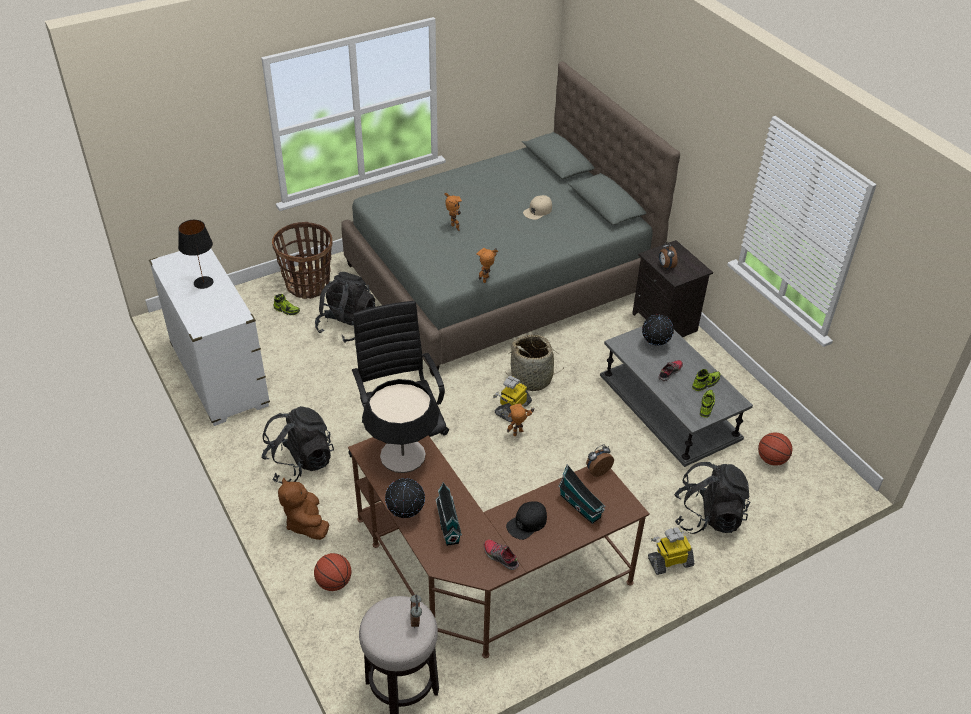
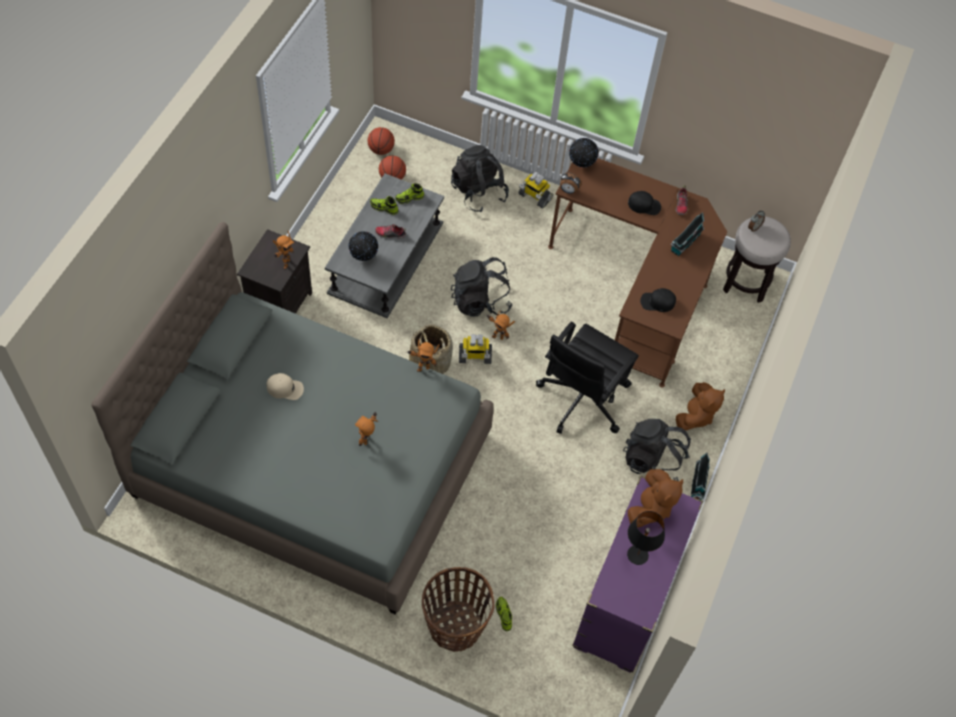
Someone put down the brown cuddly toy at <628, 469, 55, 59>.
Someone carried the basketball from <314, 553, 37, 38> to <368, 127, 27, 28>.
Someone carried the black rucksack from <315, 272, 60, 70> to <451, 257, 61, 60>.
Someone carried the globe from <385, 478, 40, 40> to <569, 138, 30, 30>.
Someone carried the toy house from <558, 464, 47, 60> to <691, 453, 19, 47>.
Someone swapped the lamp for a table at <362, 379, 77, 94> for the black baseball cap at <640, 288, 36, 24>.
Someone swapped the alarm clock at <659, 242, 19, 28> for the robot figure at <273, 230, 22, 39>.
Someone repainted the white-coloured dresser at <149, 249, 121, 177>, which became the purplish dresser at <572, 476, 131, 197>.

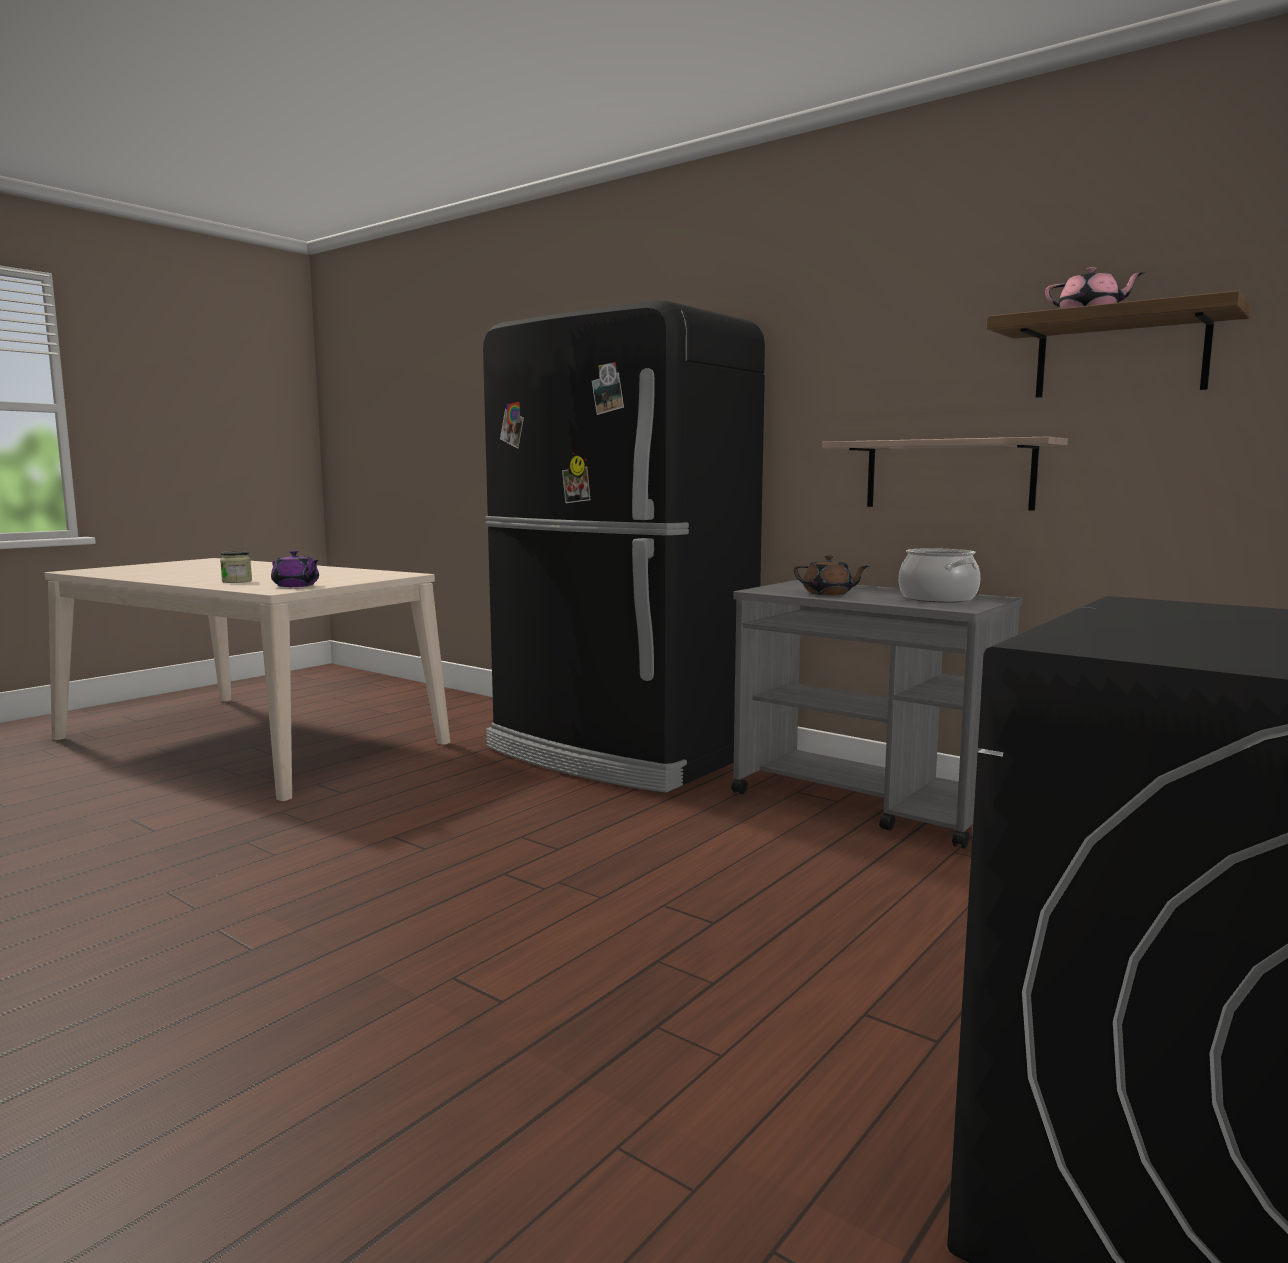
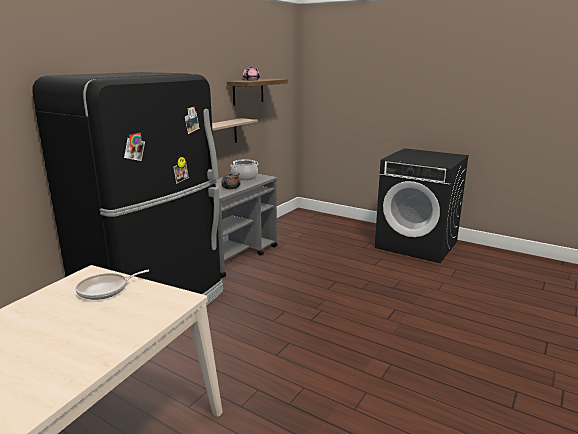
Someone took away the storage jar at <220, 551, 32, 32>.
Someone took away the purplish tea pot at <271, 550, 48, 37>.
Someone put down the frying pan at <75, 270, 74, 30>.

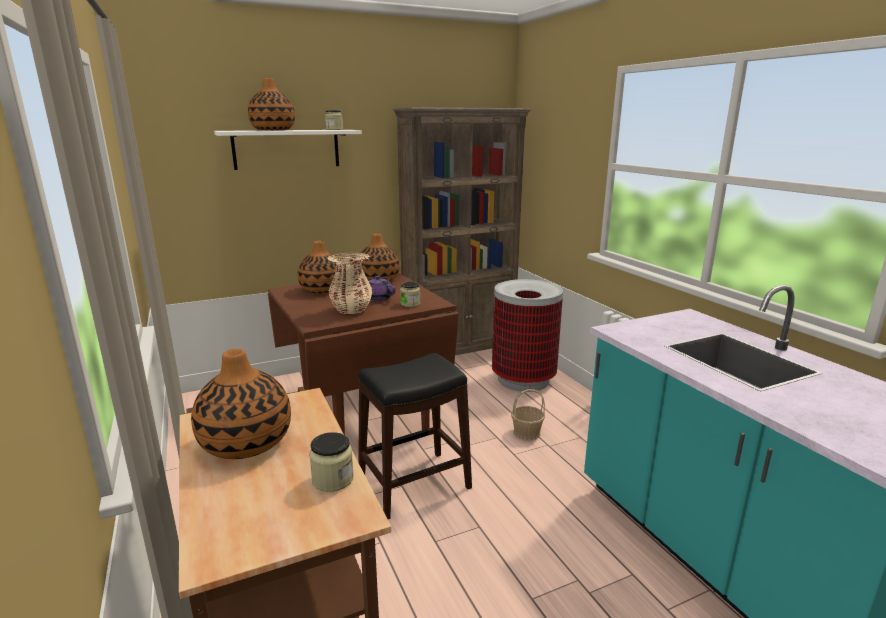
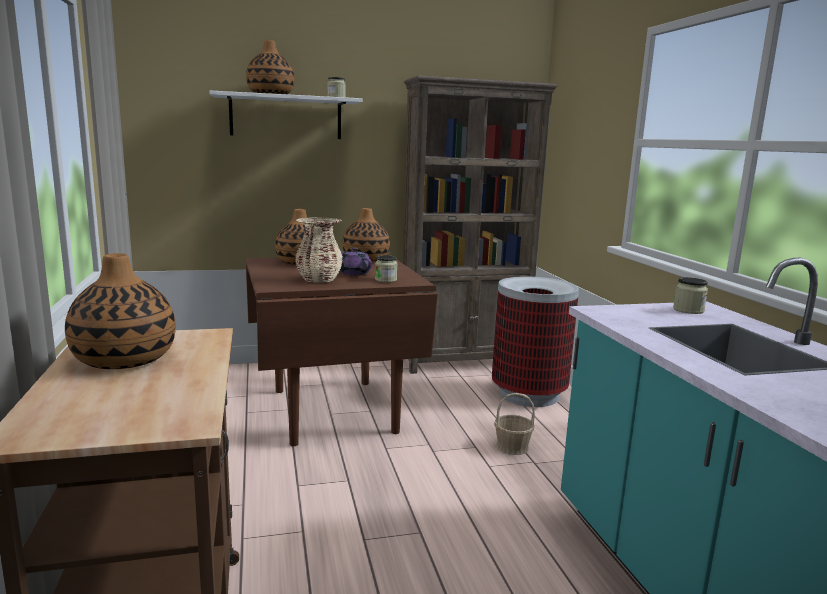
Someone took away the black stool seat at <358, 353, 114, 166>.
Someone carried the storage jar from <309, 432, 45, 60> to <673, 277, 35, 37>.

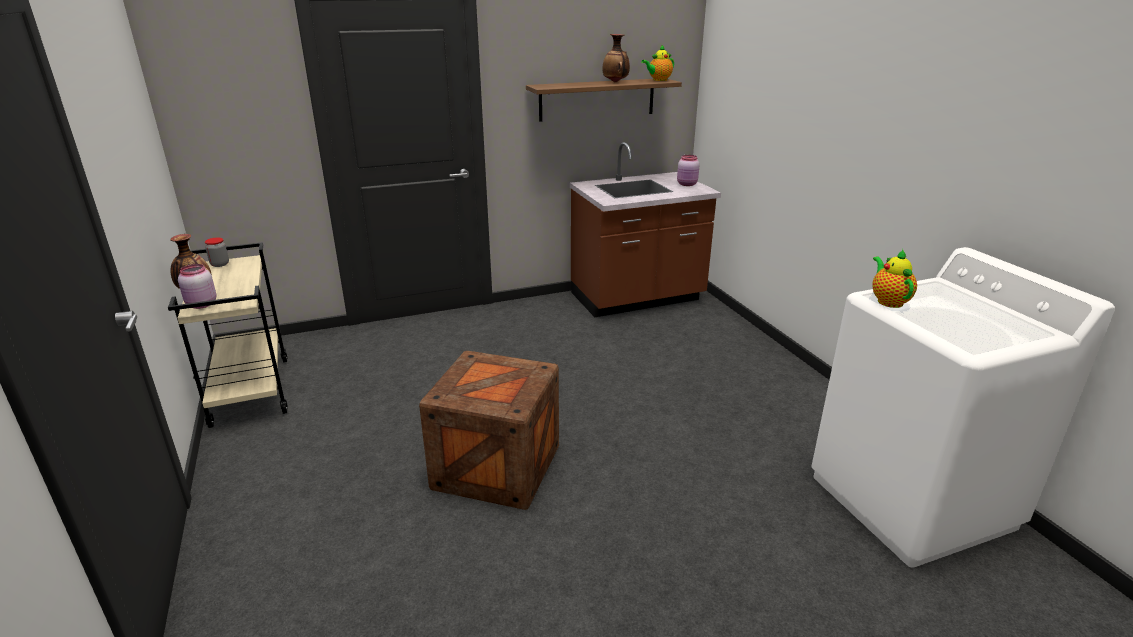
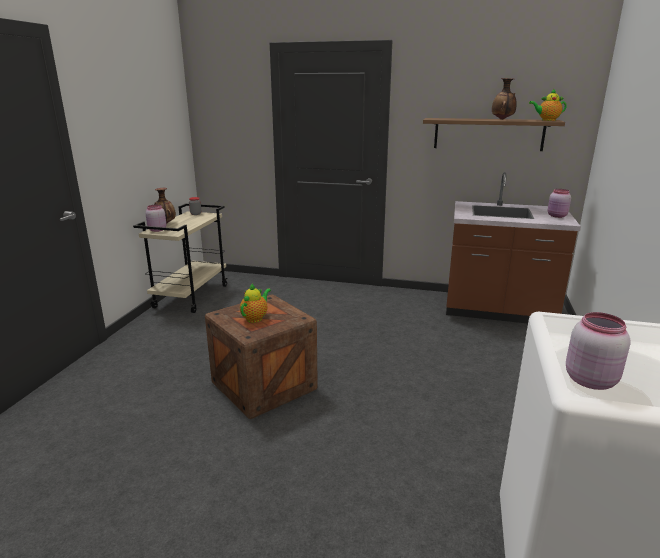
Someone put down the pink storage jar at <566, 312, 65, 78>.
Someone carried the tea pot from <872, 249, 45, 59> to <240, 283, 31, 40>.

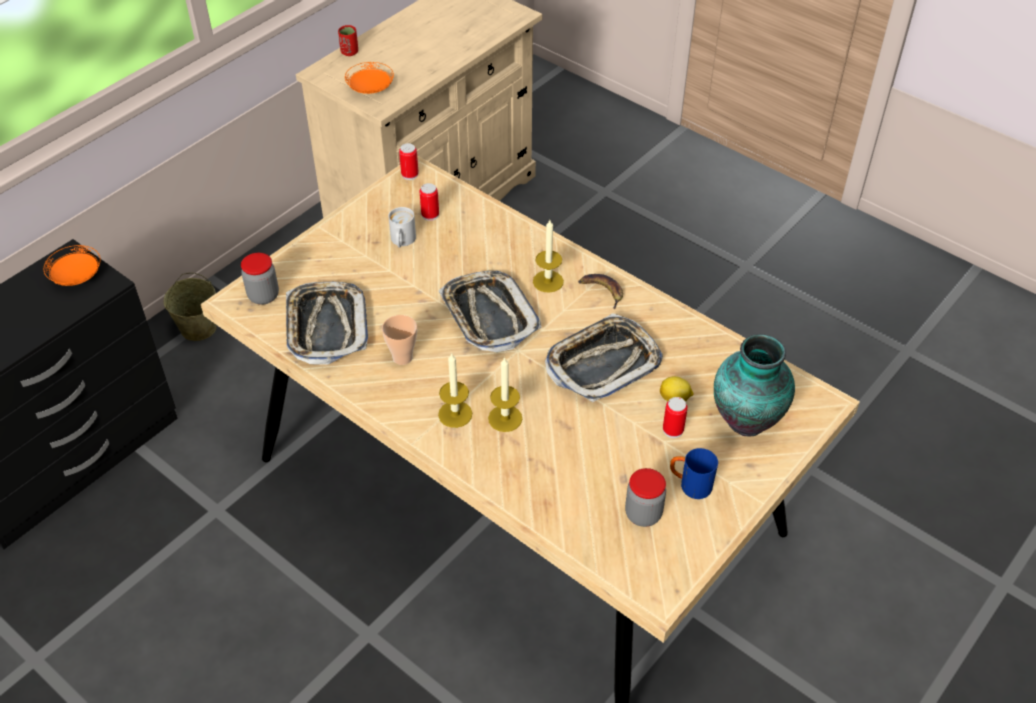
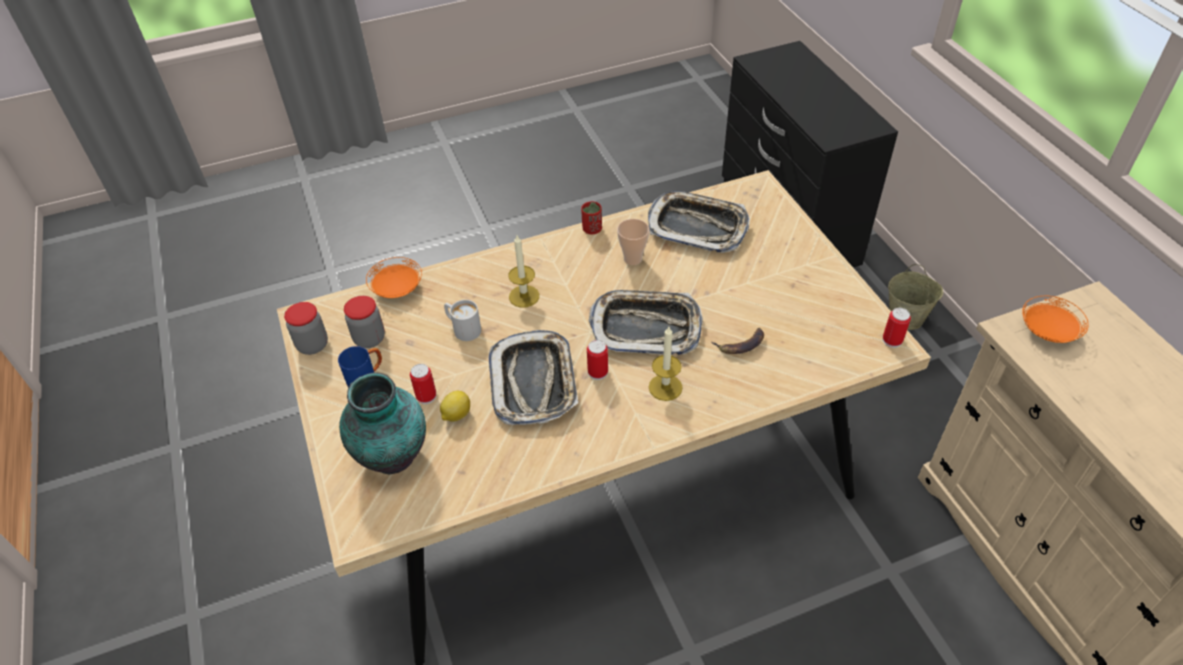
Someone took away the wax candle at <438, 352, 34, 76>.
Someone carried the orange-coloured flat dish from <44, 245, 57, 41> to <366, 257, 56, 41>.
Someone carried the storage jar from <241, 253, 38, 52> to <284, 302, 44, 53>.
Someone carried the red drinking cup from <338, 25, 20, 31> to <581, 201, 21, 33>.
Someone carried the white-coloured coffee mug from <388, 207, 28, 41> to <444, 300, 37, 41>.
Someone carried the sealed can from <420, 183, 19, 38> to <587, 340, 21, 40>.
Someone carried the banana from <578, 274, 45, 35> to <712, 328, 52, 26>.

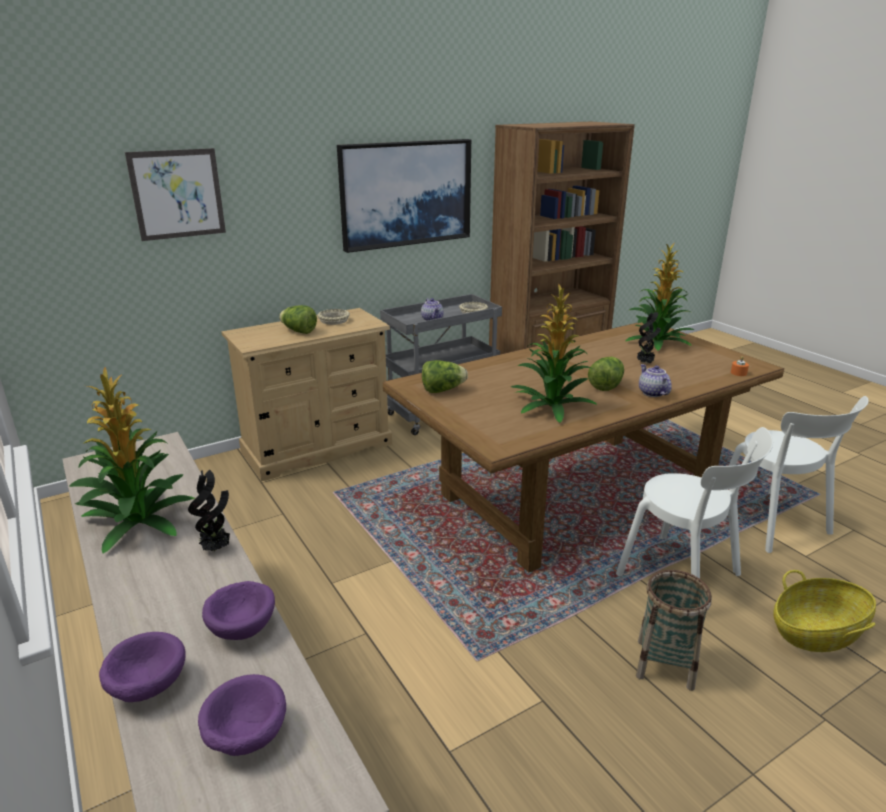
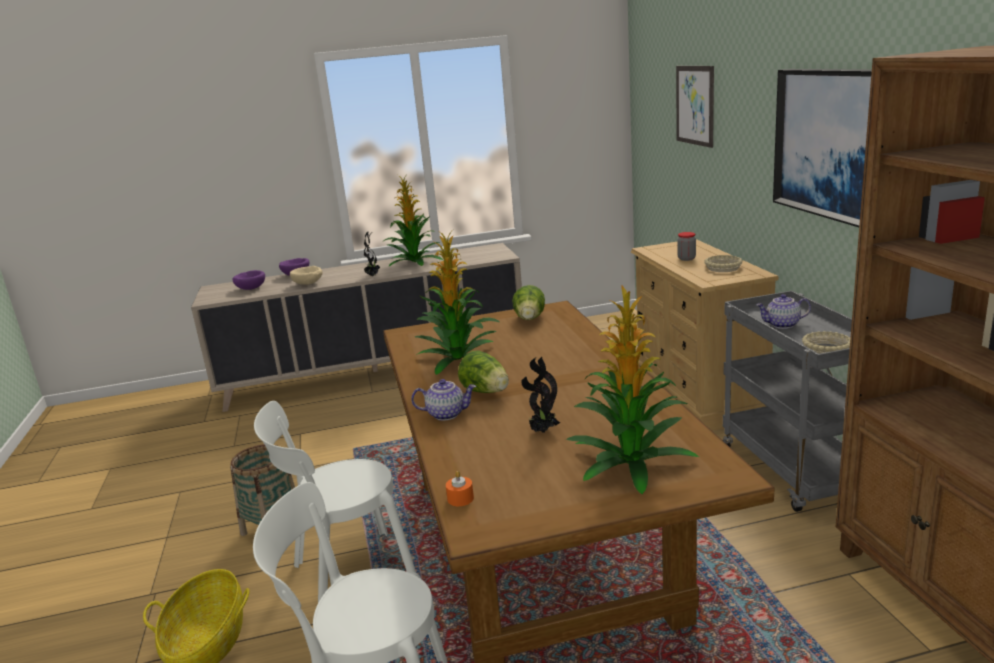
Someone swapped the lettuce at <279, 305, 38, 29> for the storage jar at <677, 232, 19, 29>.
Someone repainted the purplish deep dish at <202, 581, 73, 59>, which became the sand-coloured deep dish at <290, 266, 32, 19>.

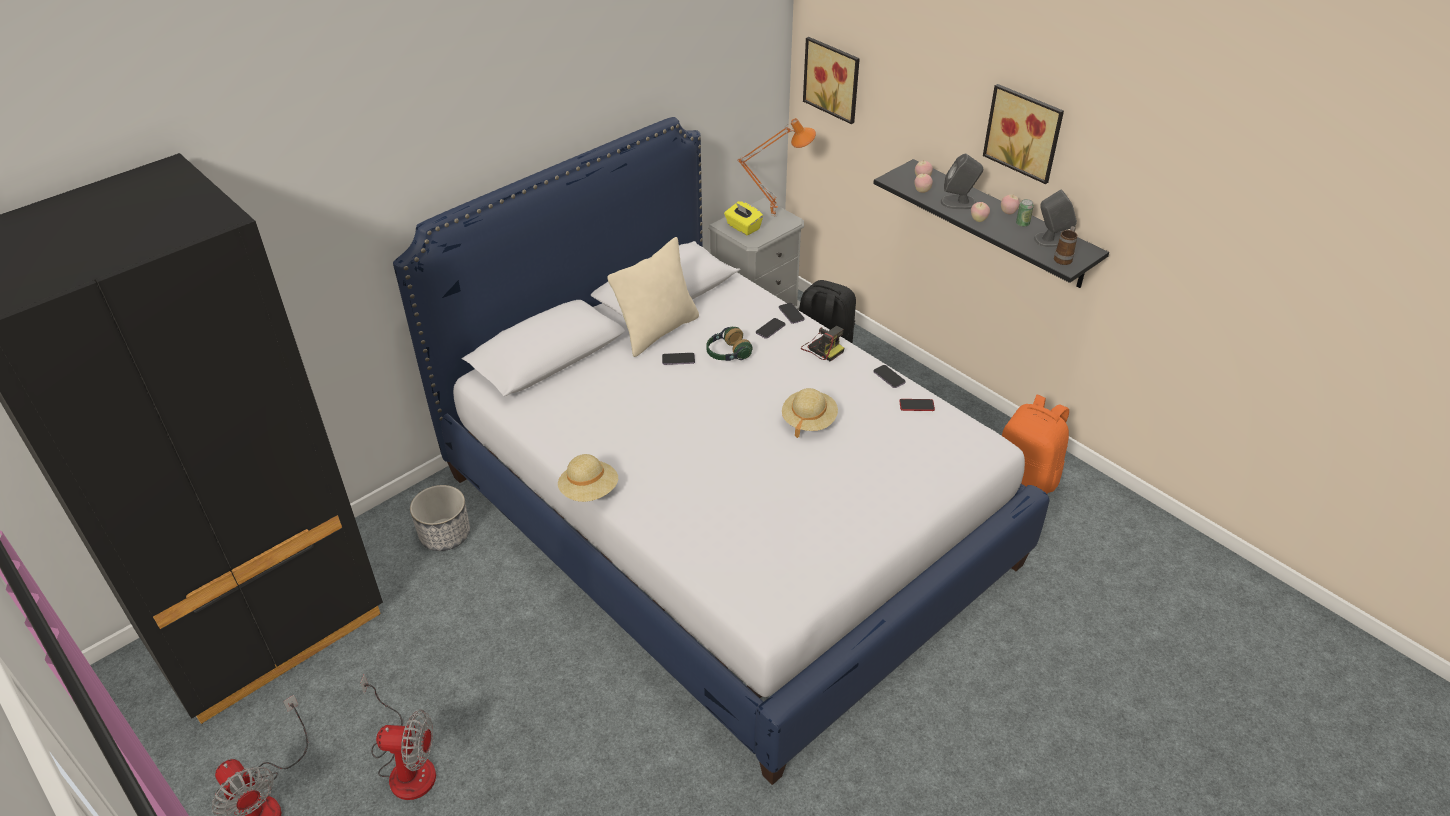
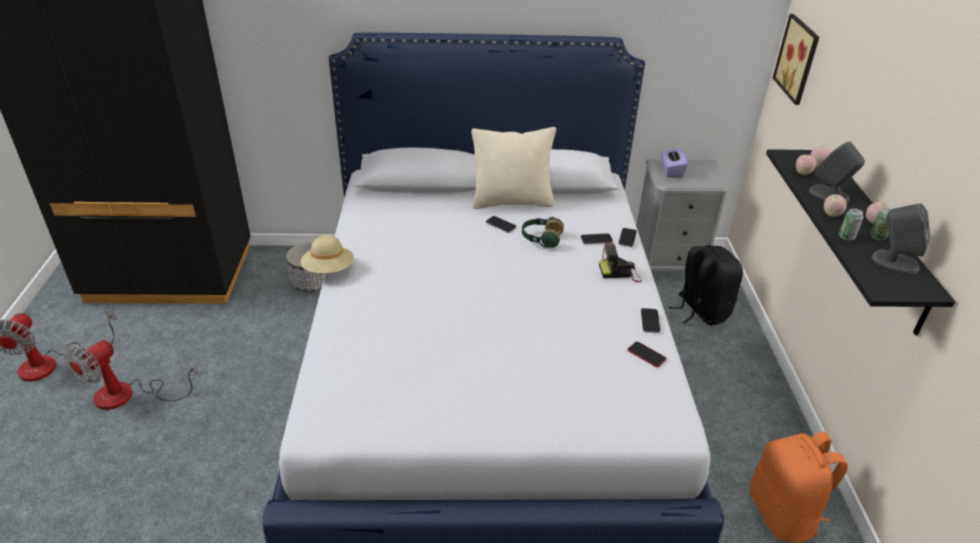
Someone took away the orange-coloured lamp for a table at <738, 118, 78, 98>.
Someone took away the sand-coloured clothing hat at <782, 388, 56, 50>.
Someone took away the wall art at <983, 84, 81, 100>.
Someone took away the coffee mug at <1054, 226, 23, 39>.
Someone put down the sealed can at <839, 208, 25, 33>.
Someone repainted the yellow tissue holder at <724, 201, 39, 35>, which became the purplish tissue holder at <661, 148, 27, 29>.
Someone rotated the fan at <360, 674, 76, 126> by 75 degrees clockwise.
Someone rotated the photo camera at <801, 326, 43, 35> by 90 degrees clockwise.

